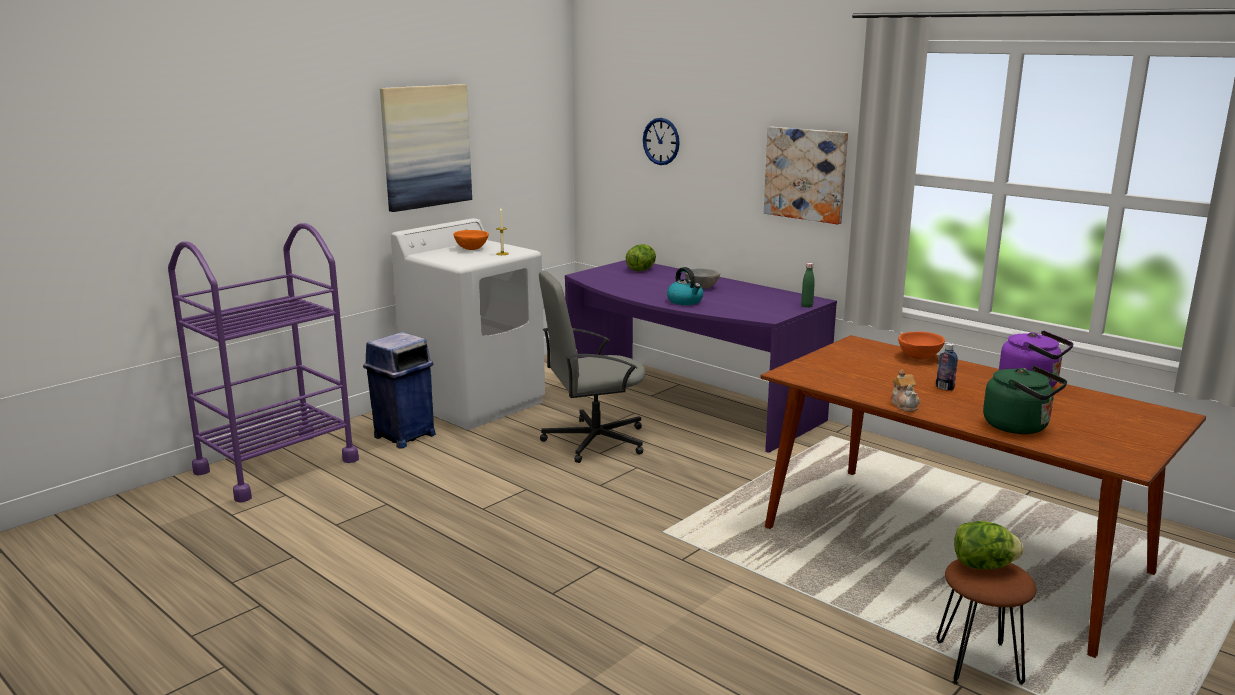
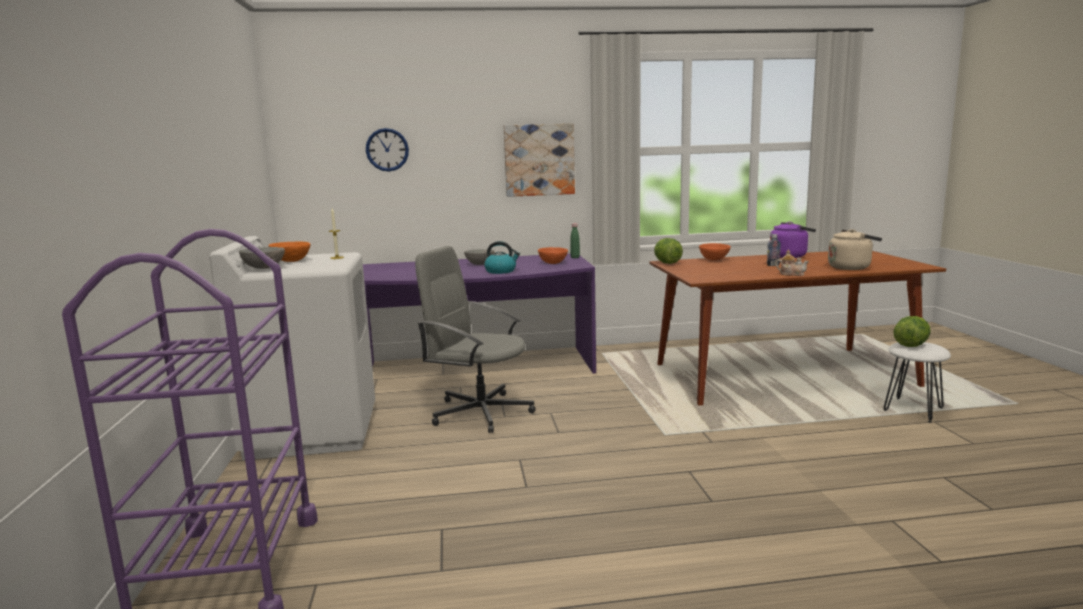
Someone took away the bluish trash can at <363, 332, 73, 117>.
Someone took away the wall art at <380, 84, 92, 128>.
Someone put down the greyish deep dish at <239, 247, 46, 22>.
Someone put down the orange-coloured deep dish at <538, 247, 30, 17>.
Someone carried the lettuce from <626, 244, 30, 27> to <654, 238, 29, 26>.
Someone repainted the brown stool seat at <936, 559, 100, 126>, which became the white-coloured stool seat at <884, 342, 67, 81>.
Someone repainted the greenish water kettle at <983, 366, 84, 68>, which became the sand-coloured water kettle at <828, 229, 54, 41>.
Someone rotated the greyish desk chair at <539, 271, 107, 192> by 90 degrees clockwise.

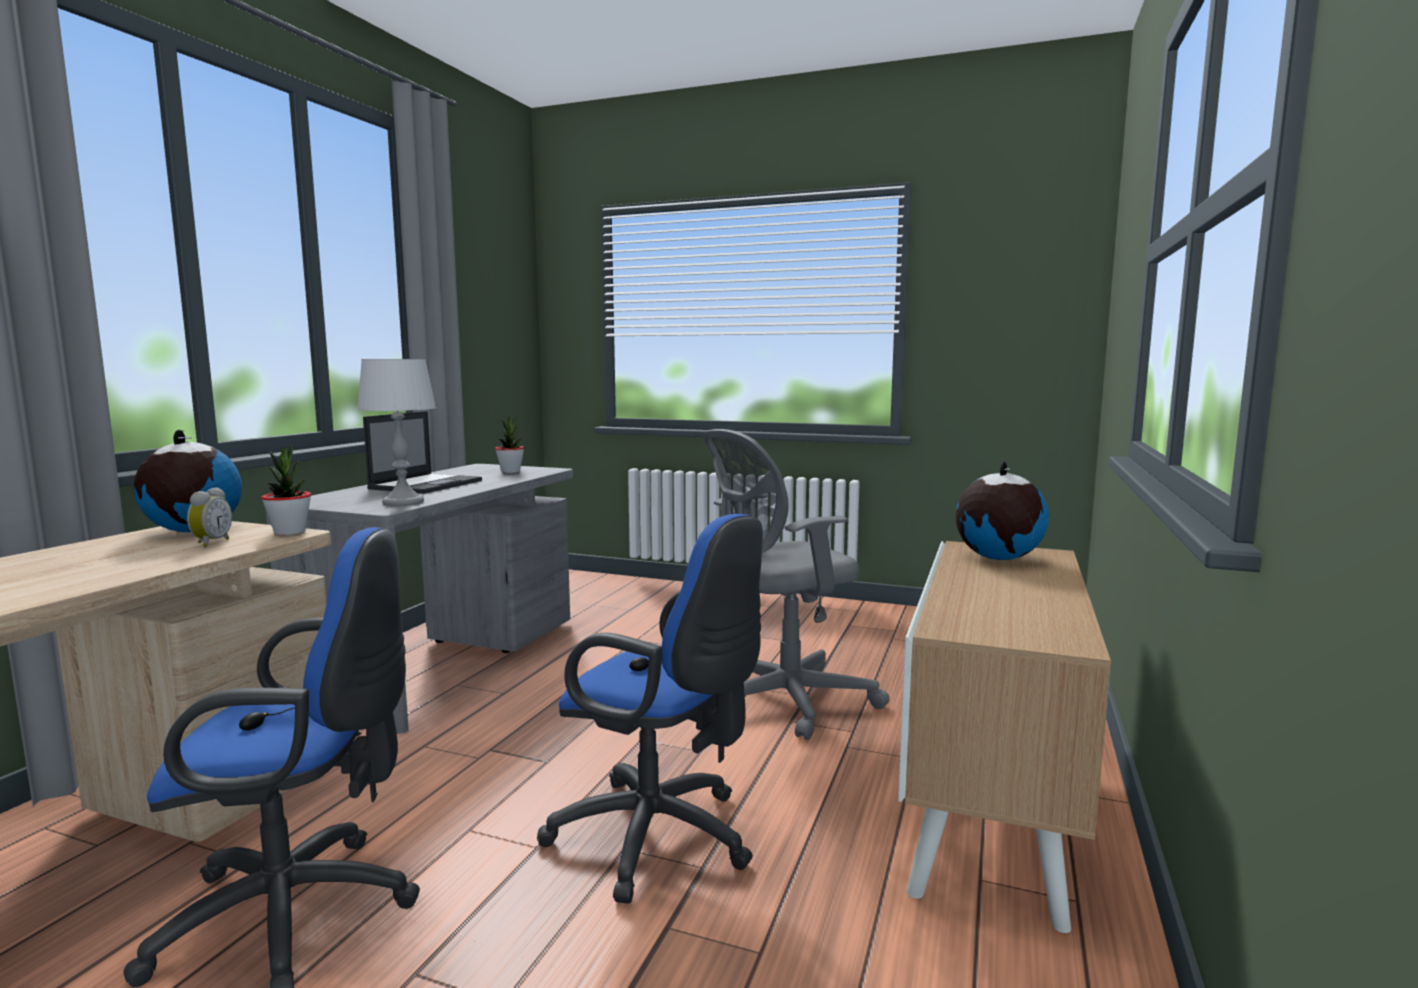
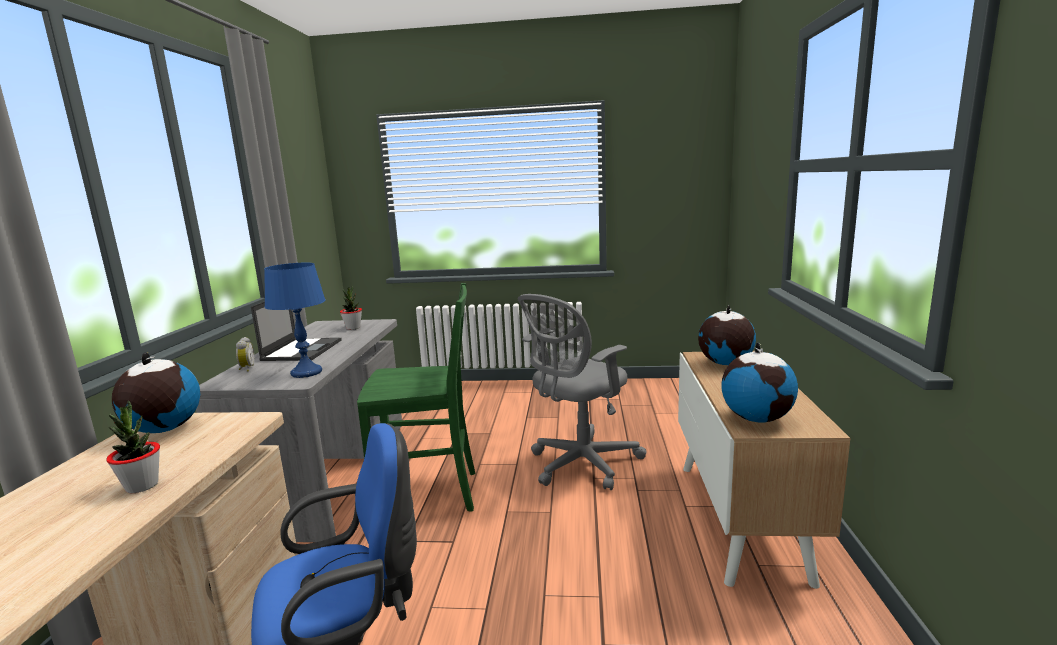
Someone took away the bluish desk chair at <537, 514, 226, 390>.
Someone put down the greenish upright chair at <357, 283, 118, 229>.
Someone put down the globe at <721, 342, 77, 80>.
Someone carried the alarm clock from <187, 487, 45, 60> to <236, 337, 19, 35>.
Someone carried the potted plant from <261, 445, 50, 90> to <106, 401, 54, 92>.
Someone repainted the greyish lamp for a table at <357, 359, 79, 147>, which became the bluish lamp for a table at <264, 263, 62, 115>.

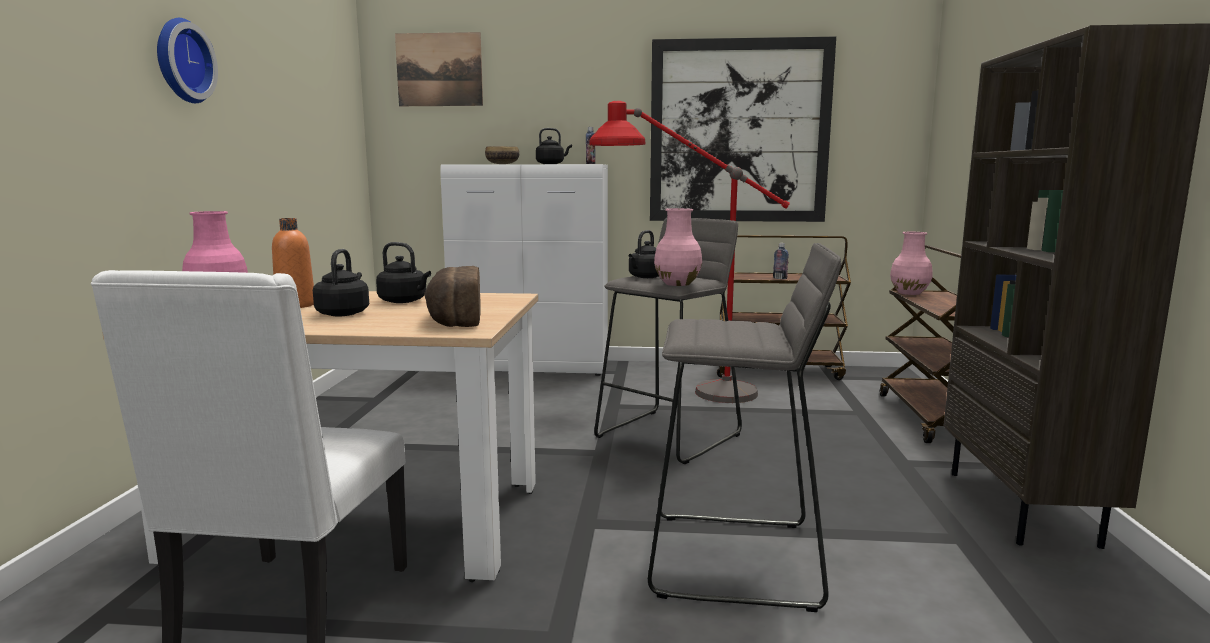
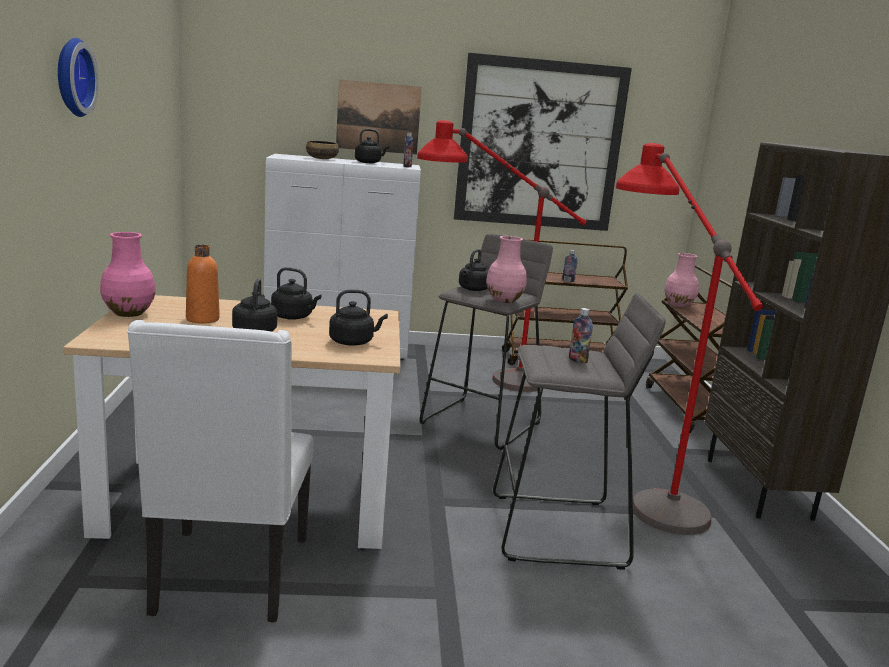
Someone put down the drink bottle at <569, 308, 24, 56>.
Someone put down the red standard lamp at <616, 143, 147, 392>.
Someone carried the wall art from <395, 32, 88, 74> to <336, 80, 86, 75>.
Someone swapped the bakery bread at <424, 266, 57, 61> for the black water kettle at <329, 289, 59, 57>.

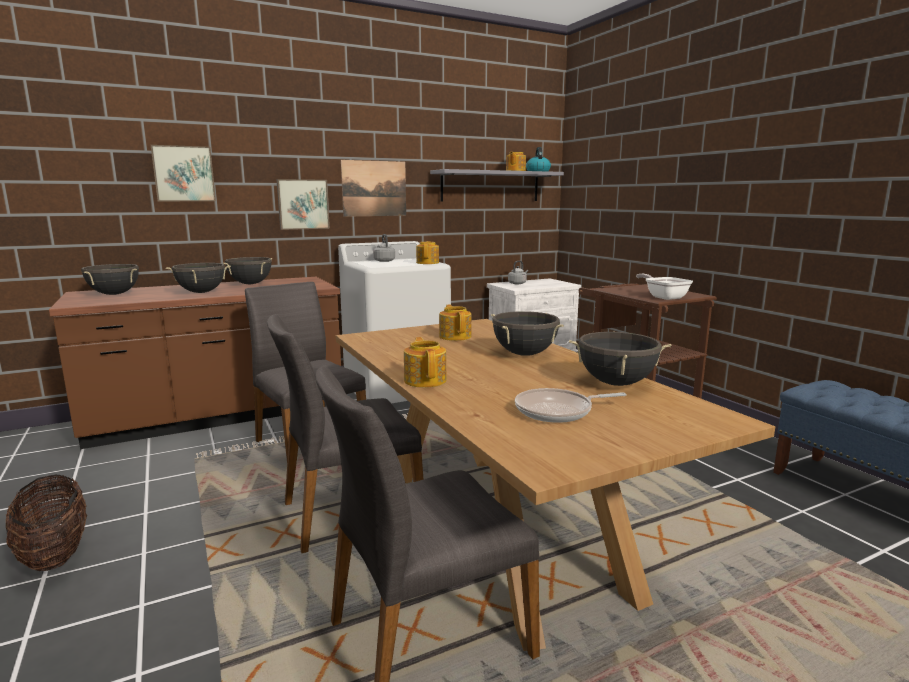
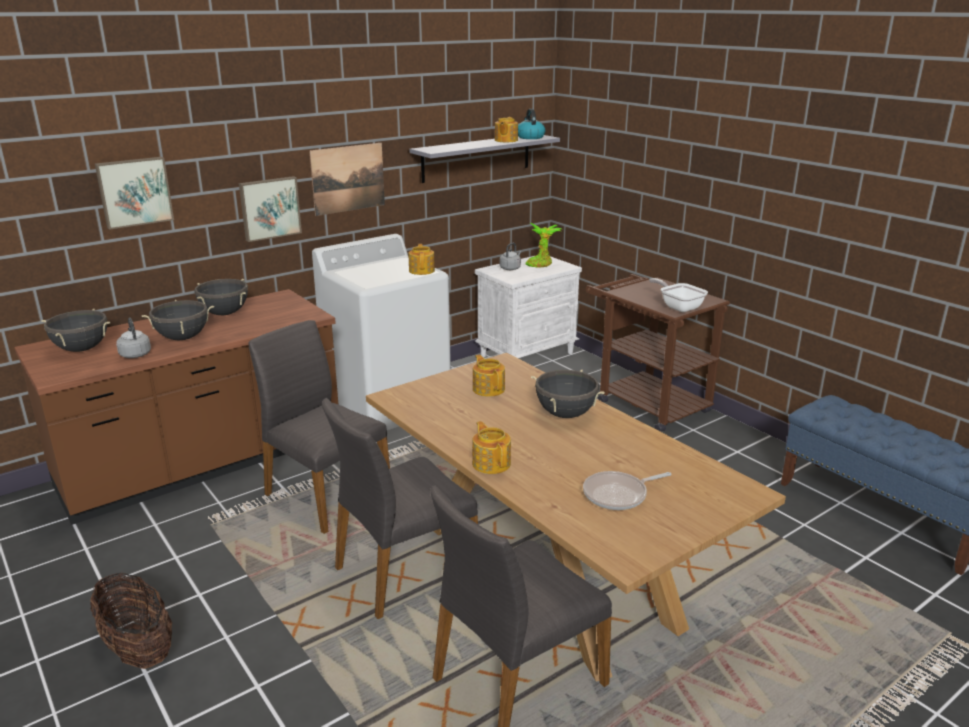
Someone took away the black saucepot at <569, 331, 102, 55>.
Someone put down the potted plant at <525, 223, 37, 45>.
Someone carried the greyish water kettle from <373, 234, 22, 28> to <116, 318, 35, 40>.

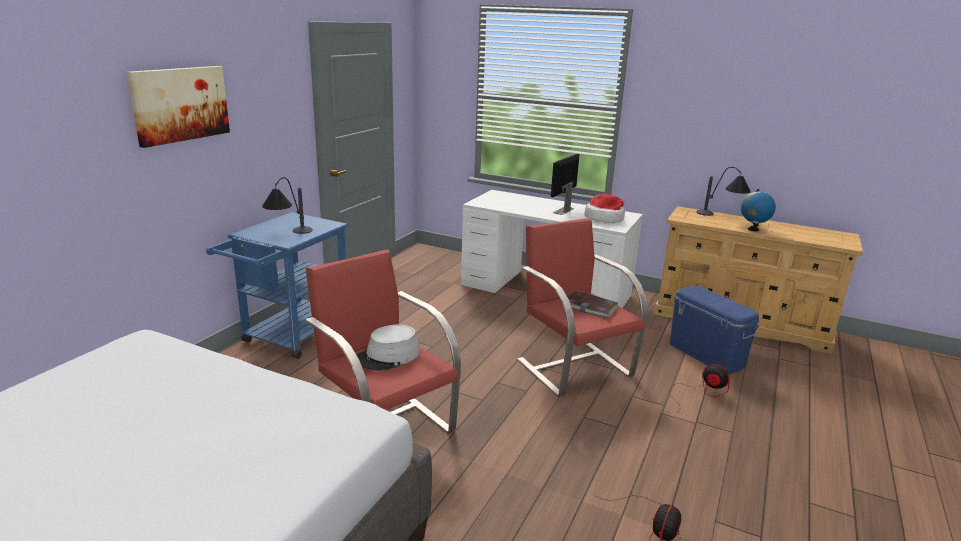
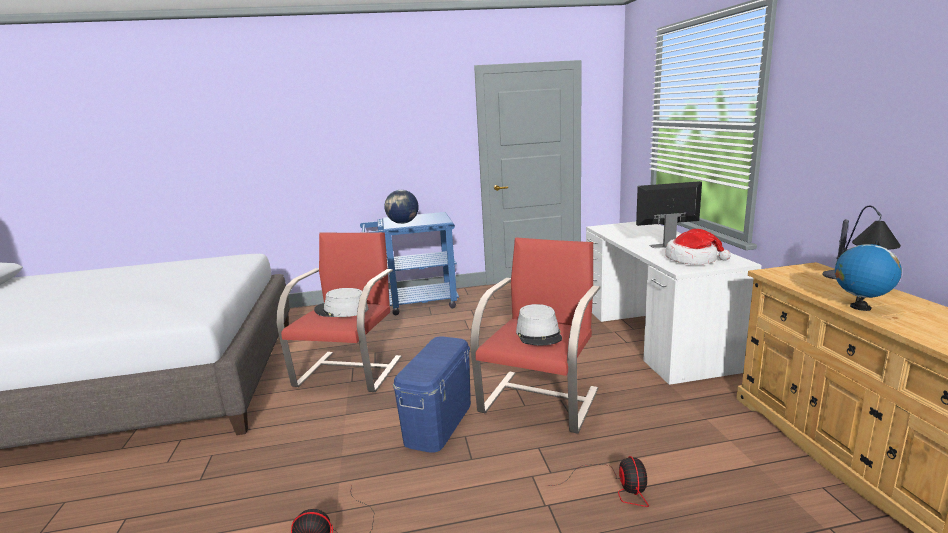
Someone took away the wall art at <127, 66, 103, 82>.
Someone carried the bluish storage container from <670, 285, 89, 89> to <393, 337, 78, 116>.
Someone swapped the lamp for a table at <262, 177, 51, 57> for the globe at <384, 190, 35, 34>.
Someone swapped the book at <568, 291, 50, 27> for the greyish clothing hat at <516, 304, 46, 41>.

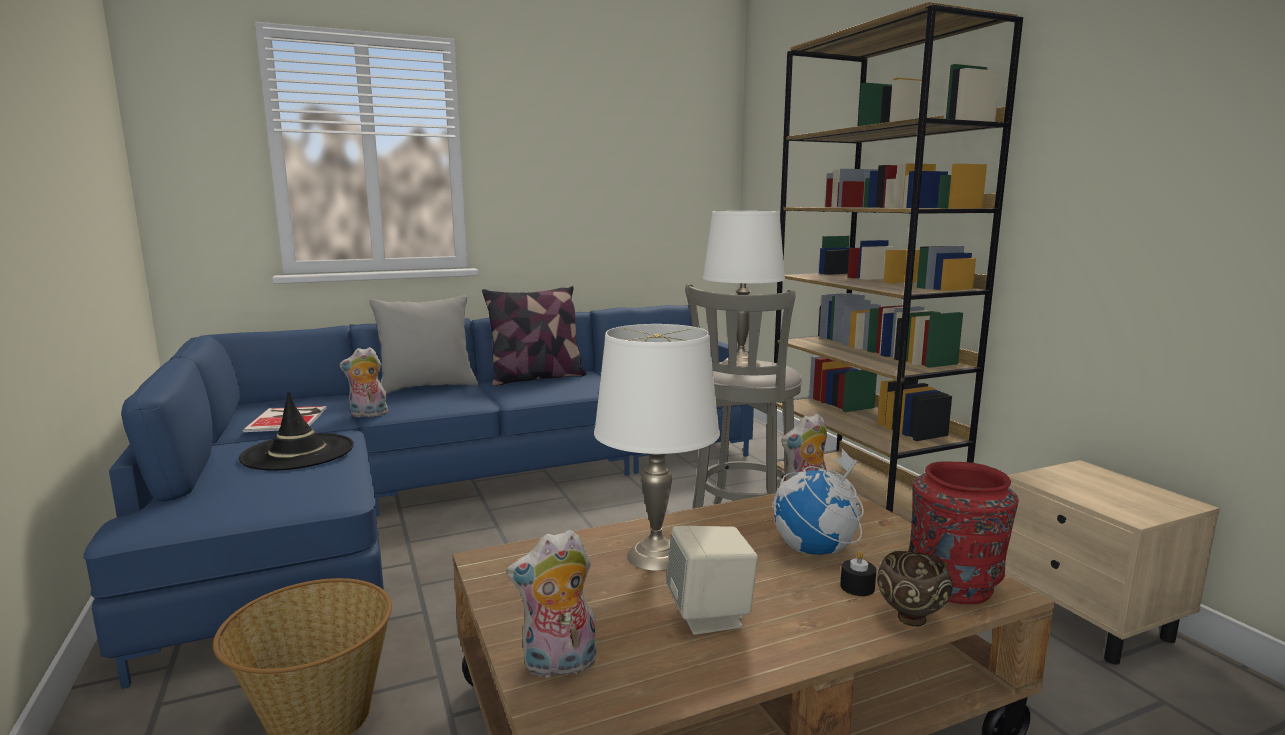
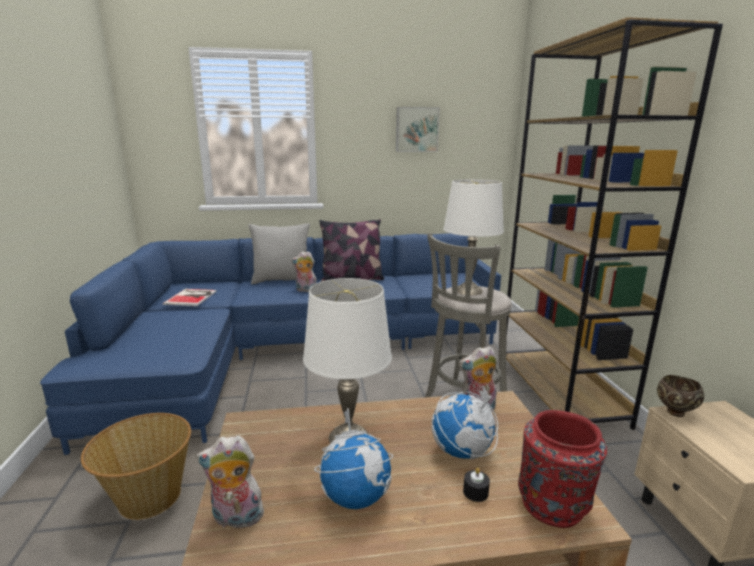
Someone took away the black clothing hat at <239, 391, 115, 79>.
Someone put up the wall art at <396, 107, 44, 45>.
Someone carried the cuddly toy from <339, 347, 49, 70> to <291, 251, 25, 41>.
Someone carried the brown deep dish from <877, 551, 76, 76> to <657, 375, 47, 42>.
Someone swapped the sand-coloured loudspeaker at <666, 526, 92, 109> for the globe at <314, 408, 79, 101>.

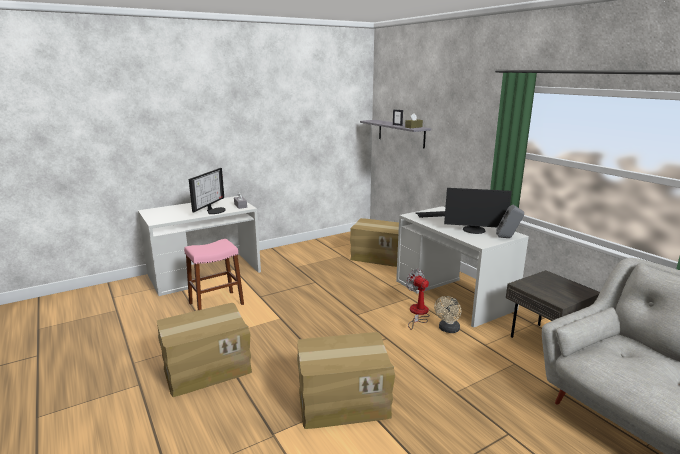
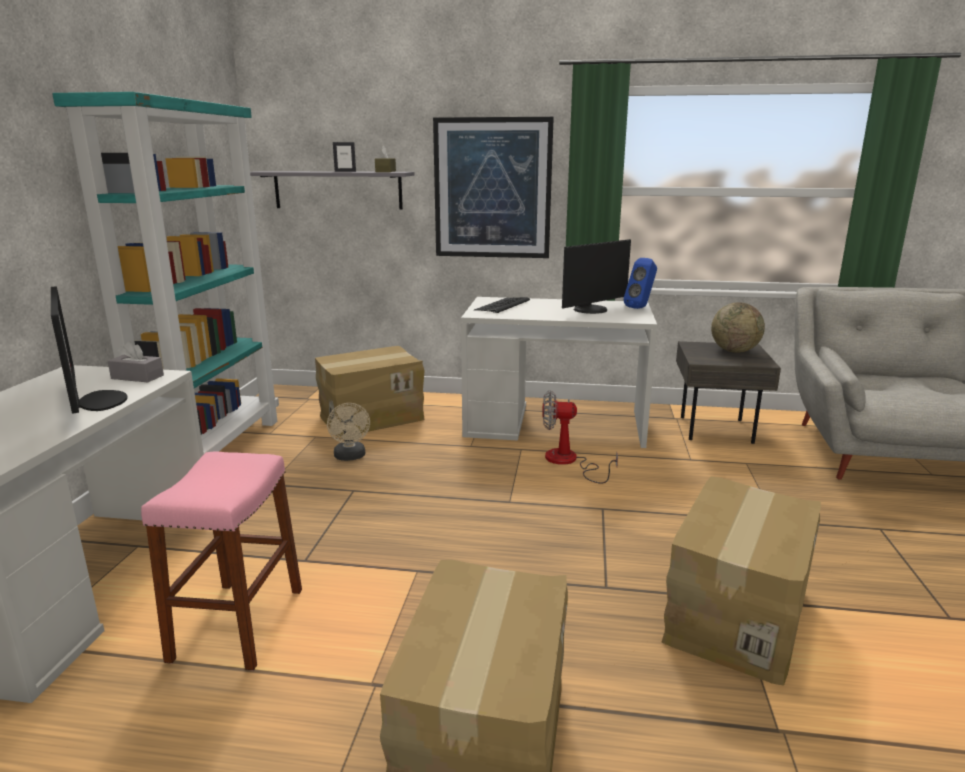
Someone put down the turquoise shelving unit at <52, 92, 227, 362>.
Someone put up the wall art at <433, 117, 121, 141>.
Someone put down the globe at <711, 302, 54, 51>.
Someone carried the sand-coloured fan from <434, 296, 27, 37> to <327, 403, 43, 58>.
Someone repainted the greyish loudspeaker at <496, 205, 28, 33>, which became the bluish loudspeaker at <623, 258, 34, 51>.

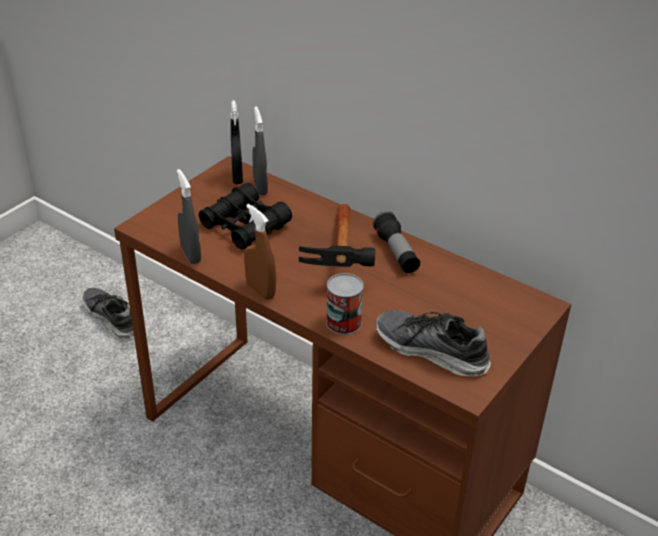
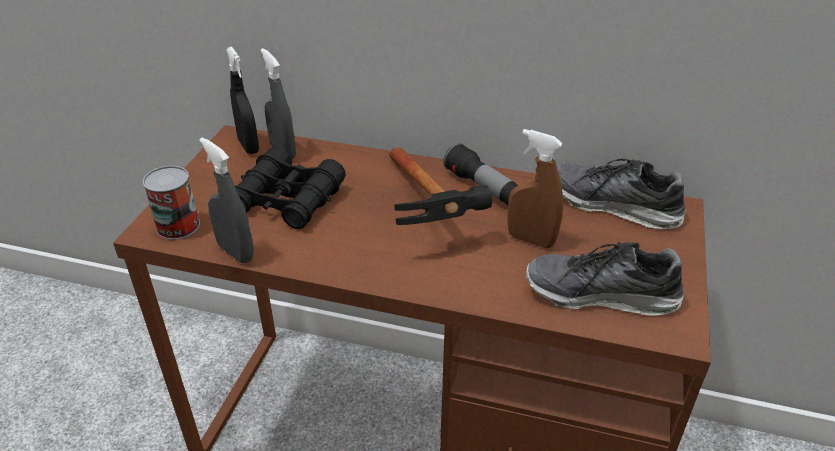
Someone carried the item of footwear from <82, 288, 52, 51> to <557, 159, 129, 70>.
Someone carried the brown sprayer from <244, 204, 32, 96> to <508, 129, 55, 119>.
Someone carried the sealed can from <326, 273, 38, 62> to <143, 166, 57, 74>.

